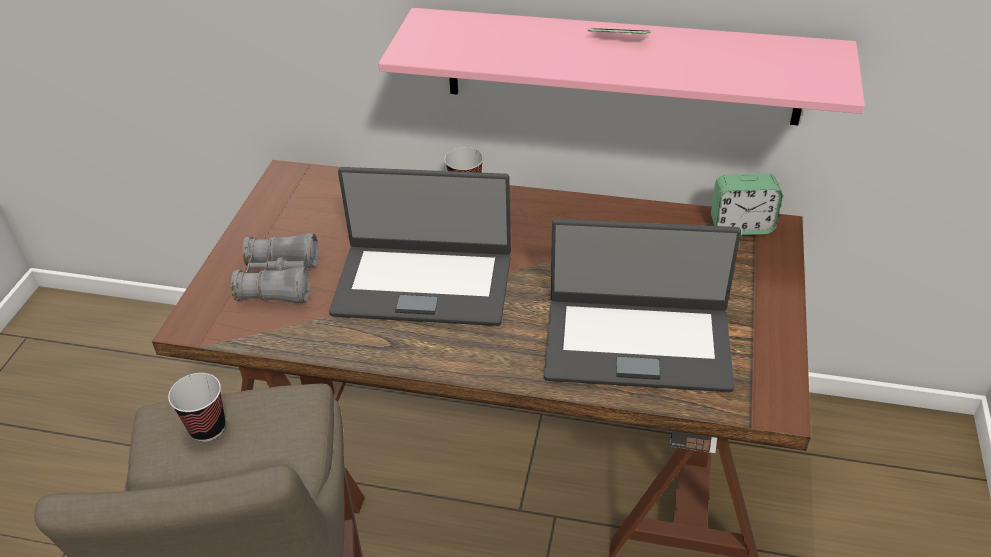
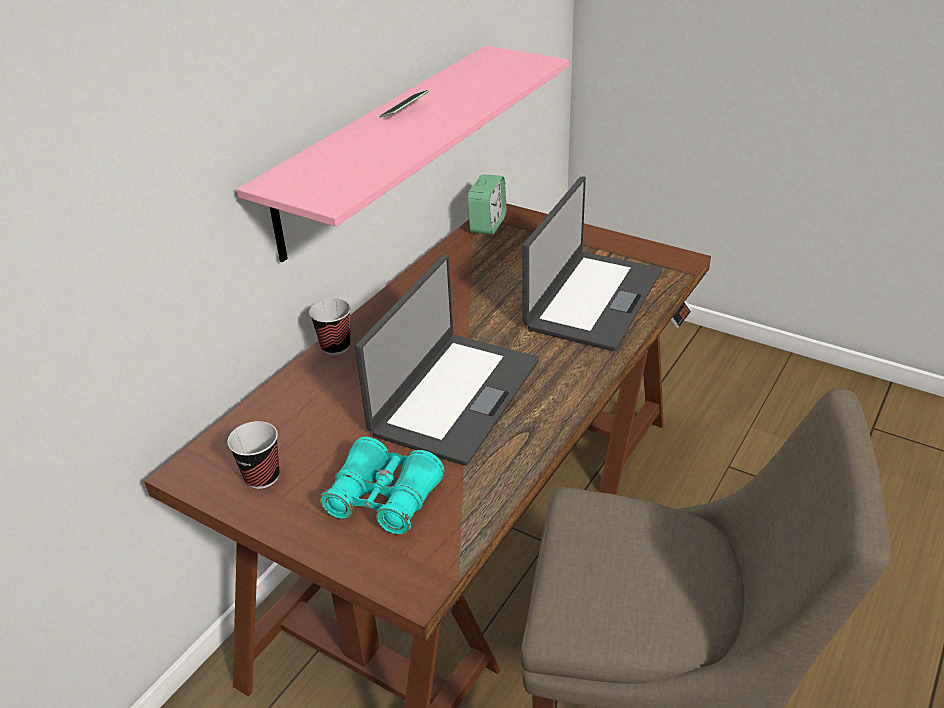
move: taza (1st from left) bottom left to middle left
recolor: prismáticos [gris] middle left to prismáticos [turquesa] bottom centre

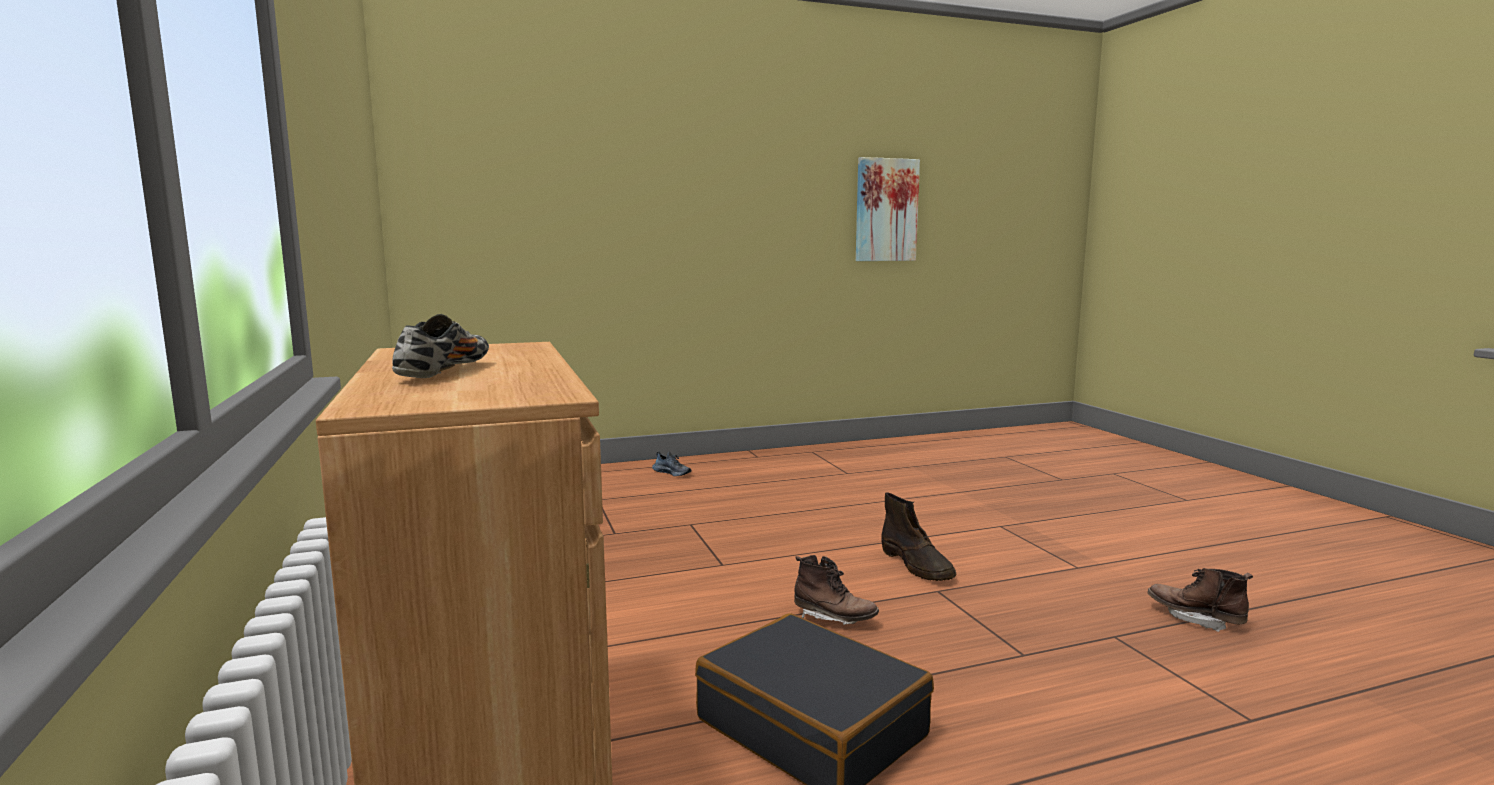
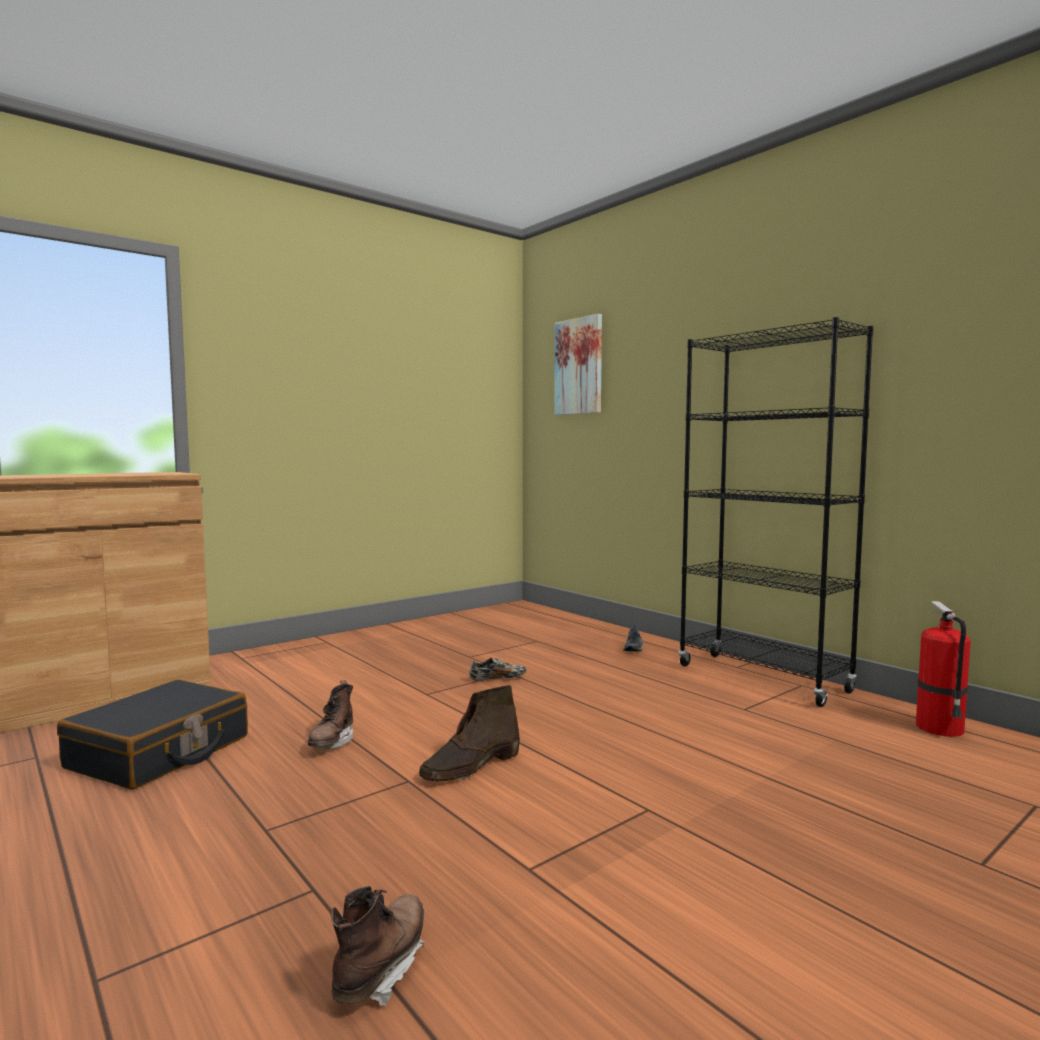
insert: estantería [negro] middle right; extintor middle right
move: zapato (1st from left) middle left to centre; cuadro top centre to centre

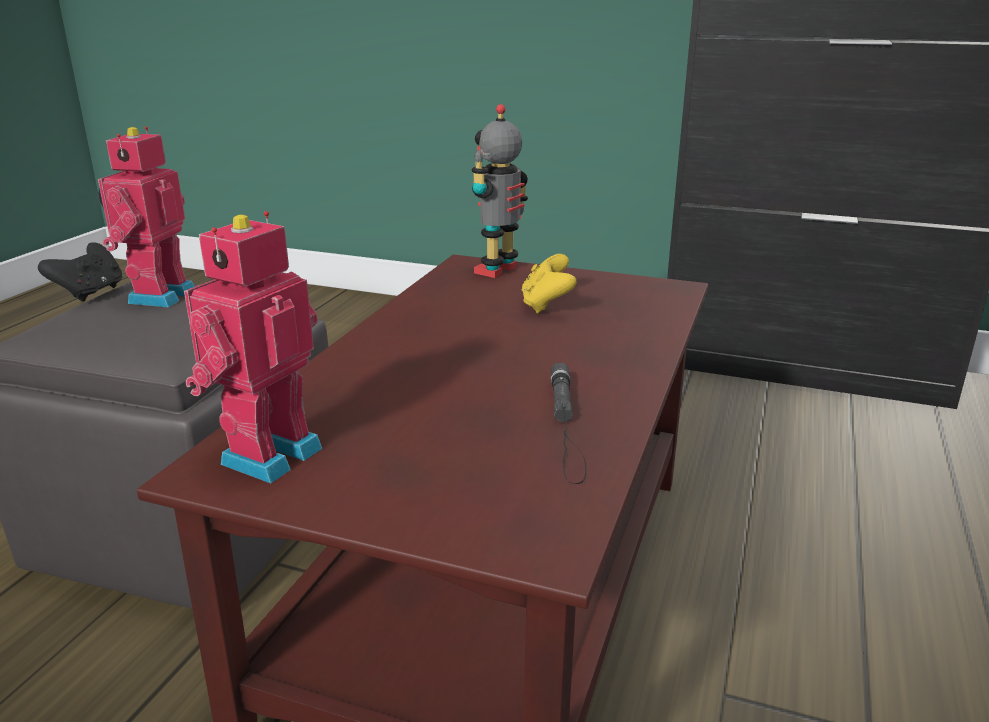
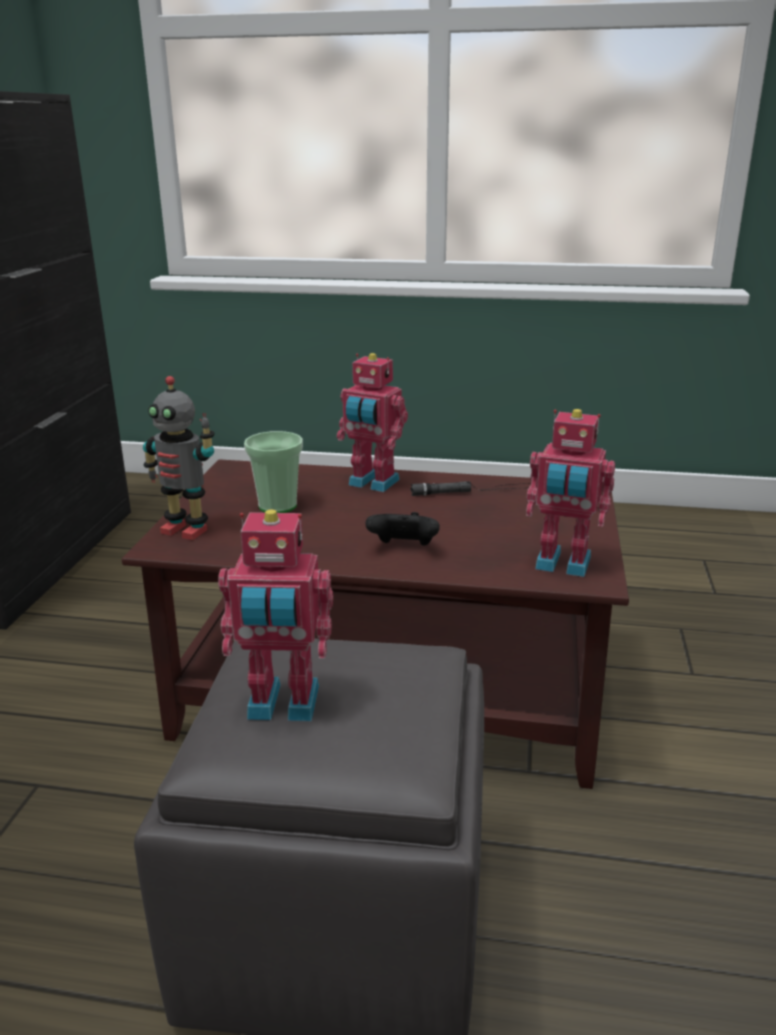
insert: robot de juguete (3rd from left) centre
move: mando de consola [negro] middle left to centre
replace: mando de consola [amarillo] centre to taza centre

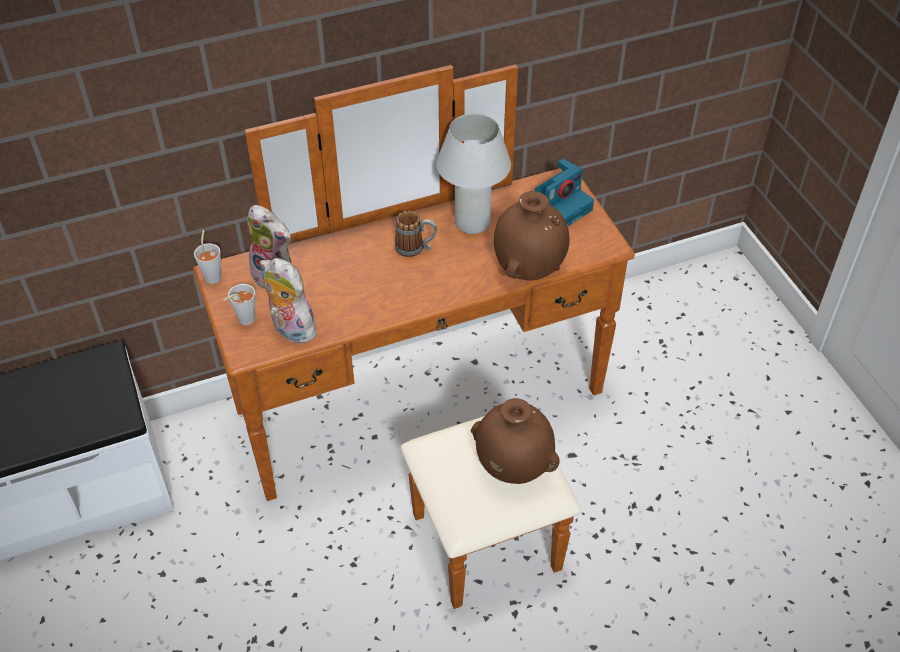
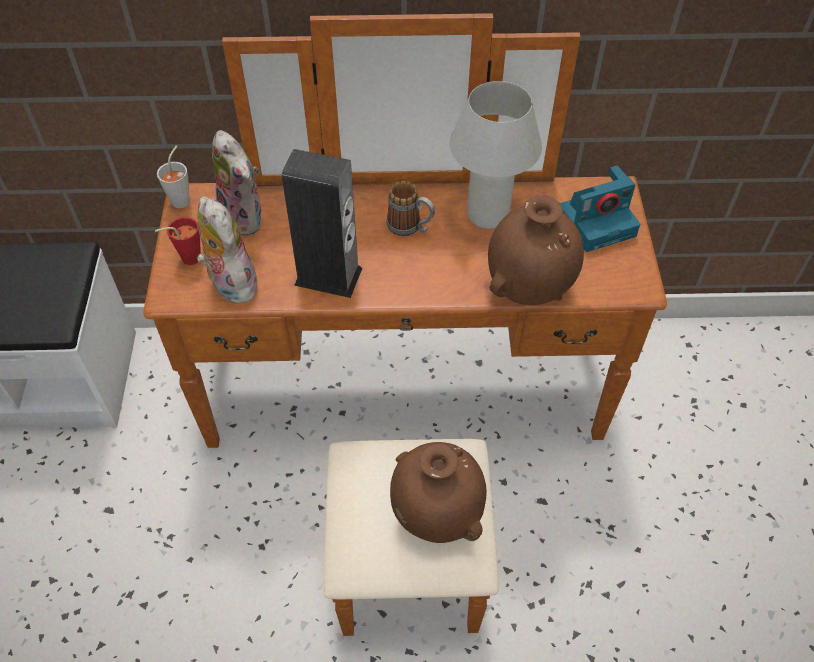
insert: altavoz centre
recolor: taza [gris] (2nd from left) middle left to taza [rojo] middle left

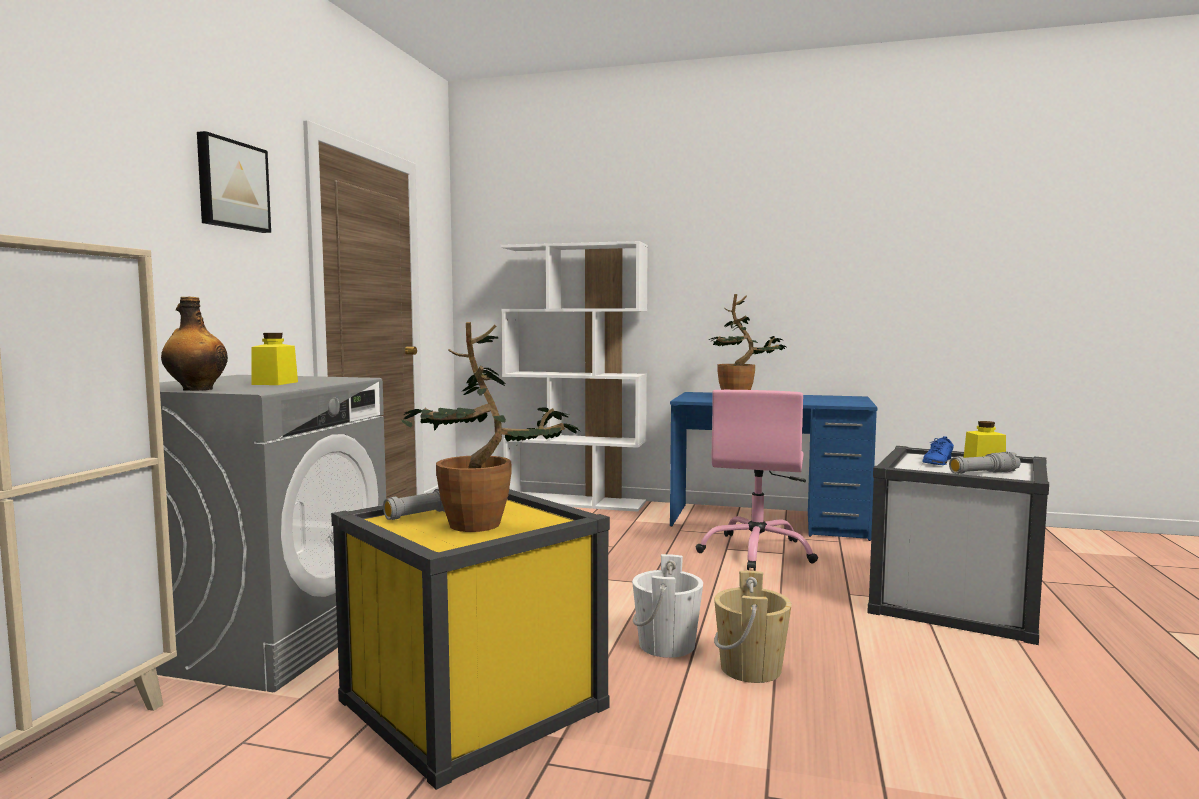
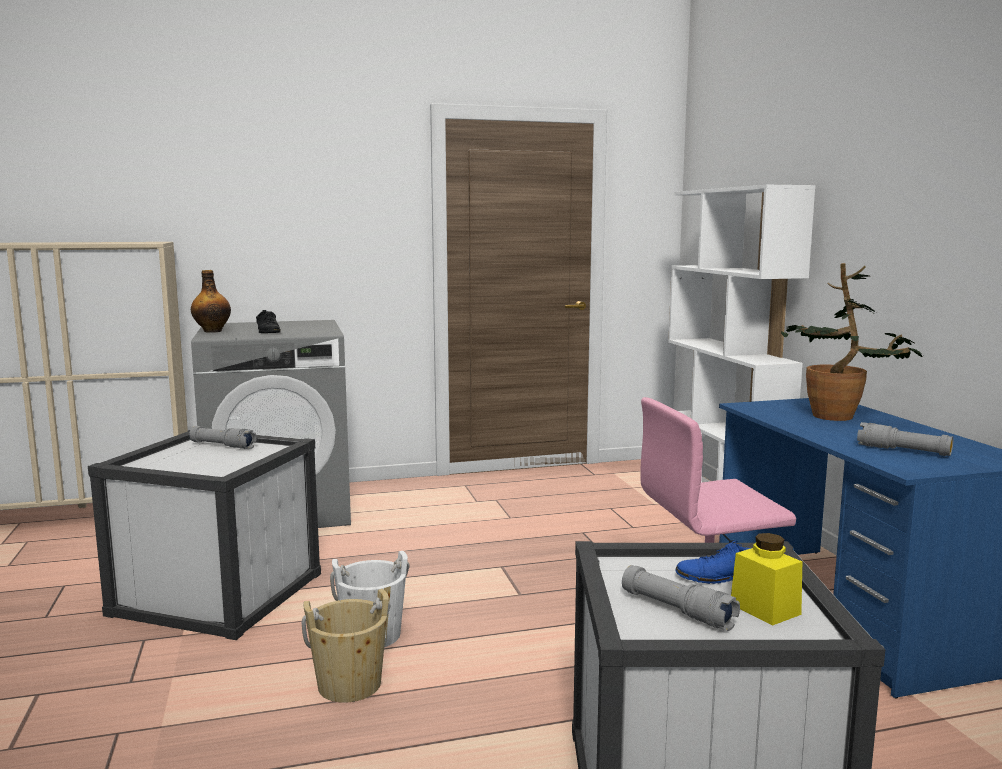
delete: cuadro top left; planta en maceta (1st from left) centre
insert: linterna [gris] (3rd from left) middle right
replace: tarro [amarillo] (1st from left) middle left to zapato [negro] middle left
recolor: caja de almacenaje [amarillo] bottom centre to caja de almacenaje [blanco] (1st from left) bottom left

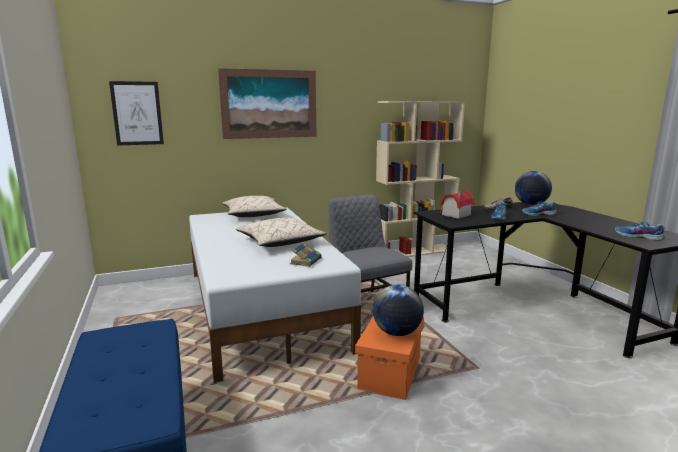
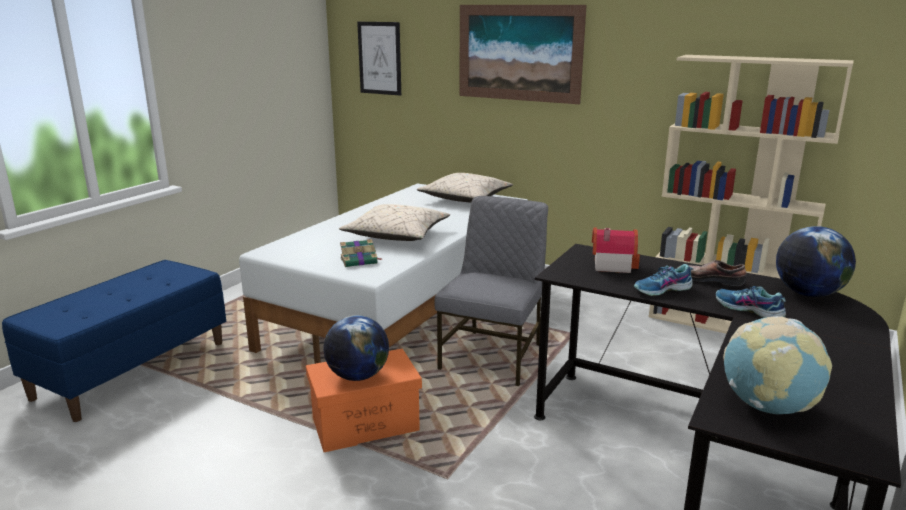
replace: zapato (4th from left) middle right to globo terráqueo (2nd from left) bottom right

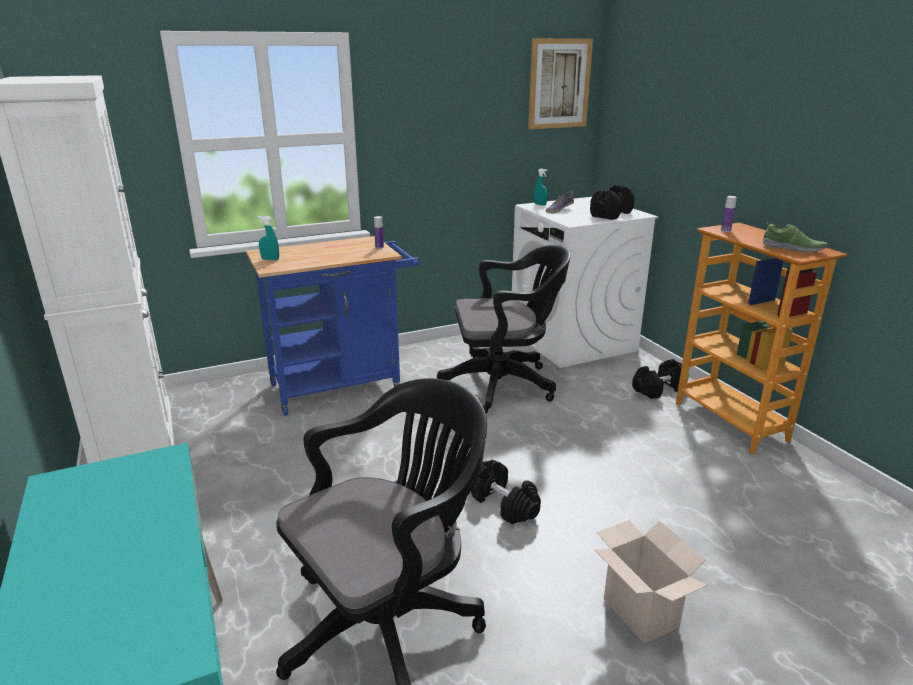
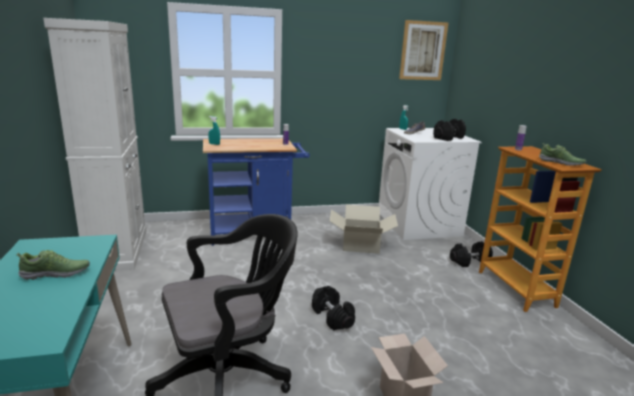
insert: zapato (1st from left) bottom left
replace: silla de oficina [negro] (2nd from left) centre to caja de cartón (1st from left) centre

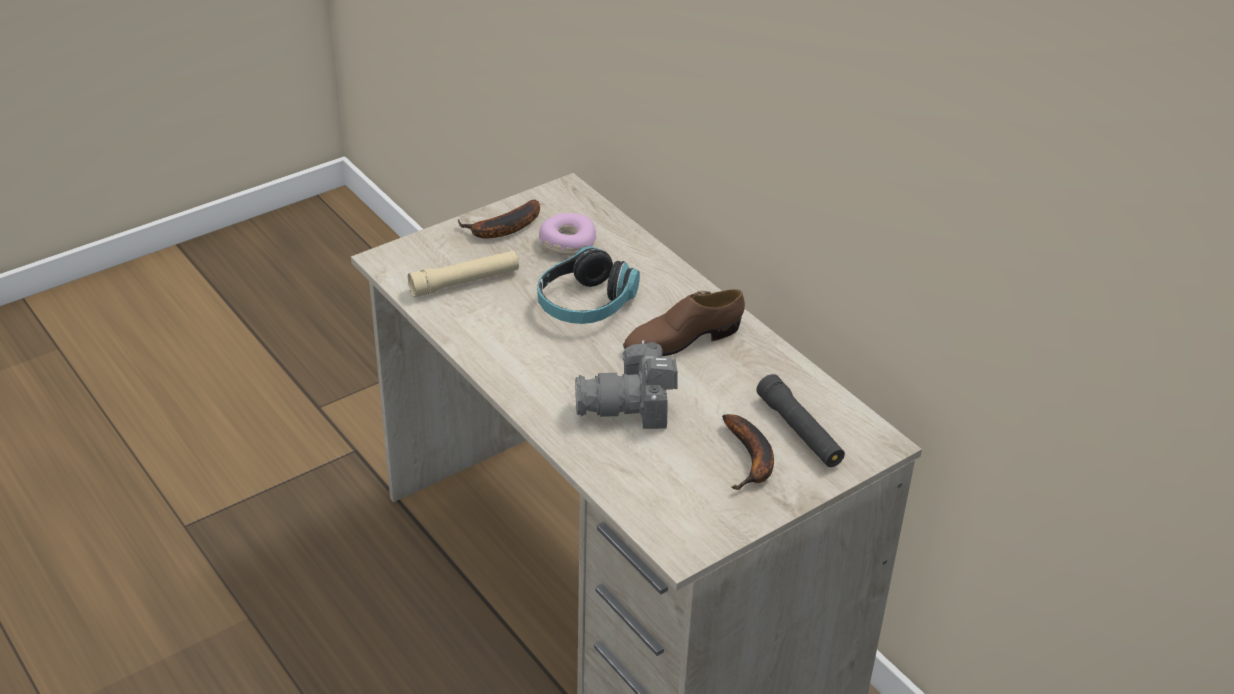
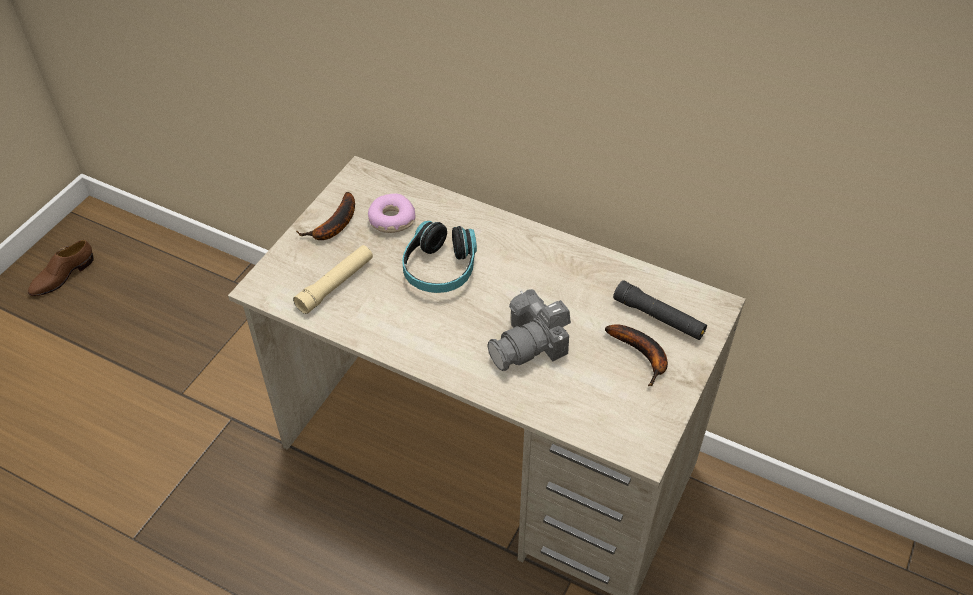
move: zapato [marrón] centre to middle left

